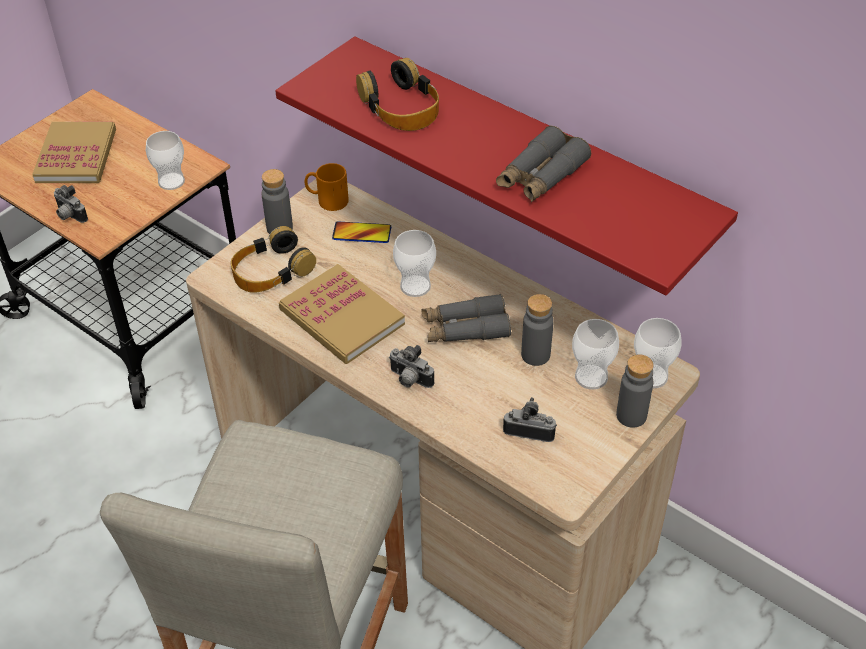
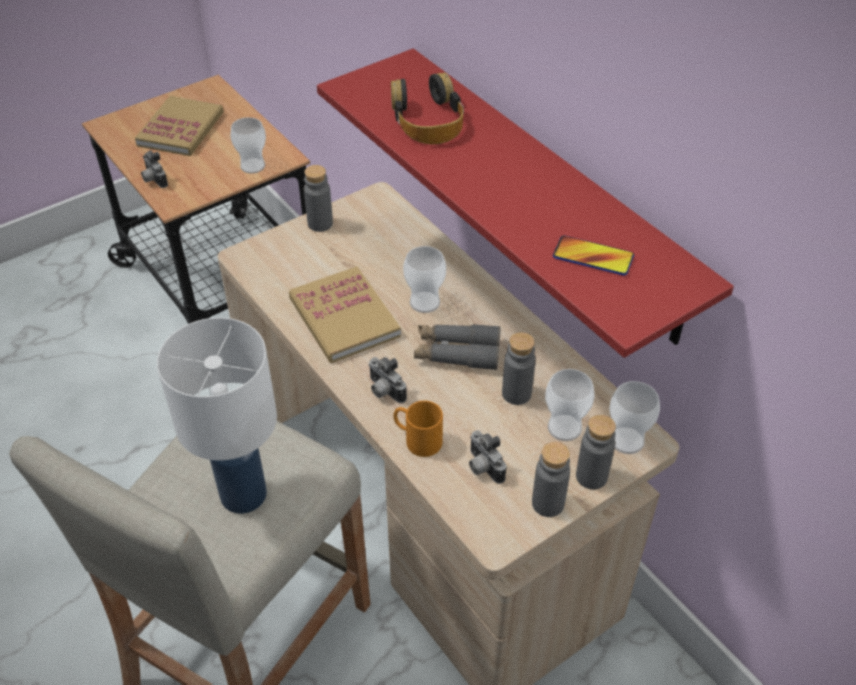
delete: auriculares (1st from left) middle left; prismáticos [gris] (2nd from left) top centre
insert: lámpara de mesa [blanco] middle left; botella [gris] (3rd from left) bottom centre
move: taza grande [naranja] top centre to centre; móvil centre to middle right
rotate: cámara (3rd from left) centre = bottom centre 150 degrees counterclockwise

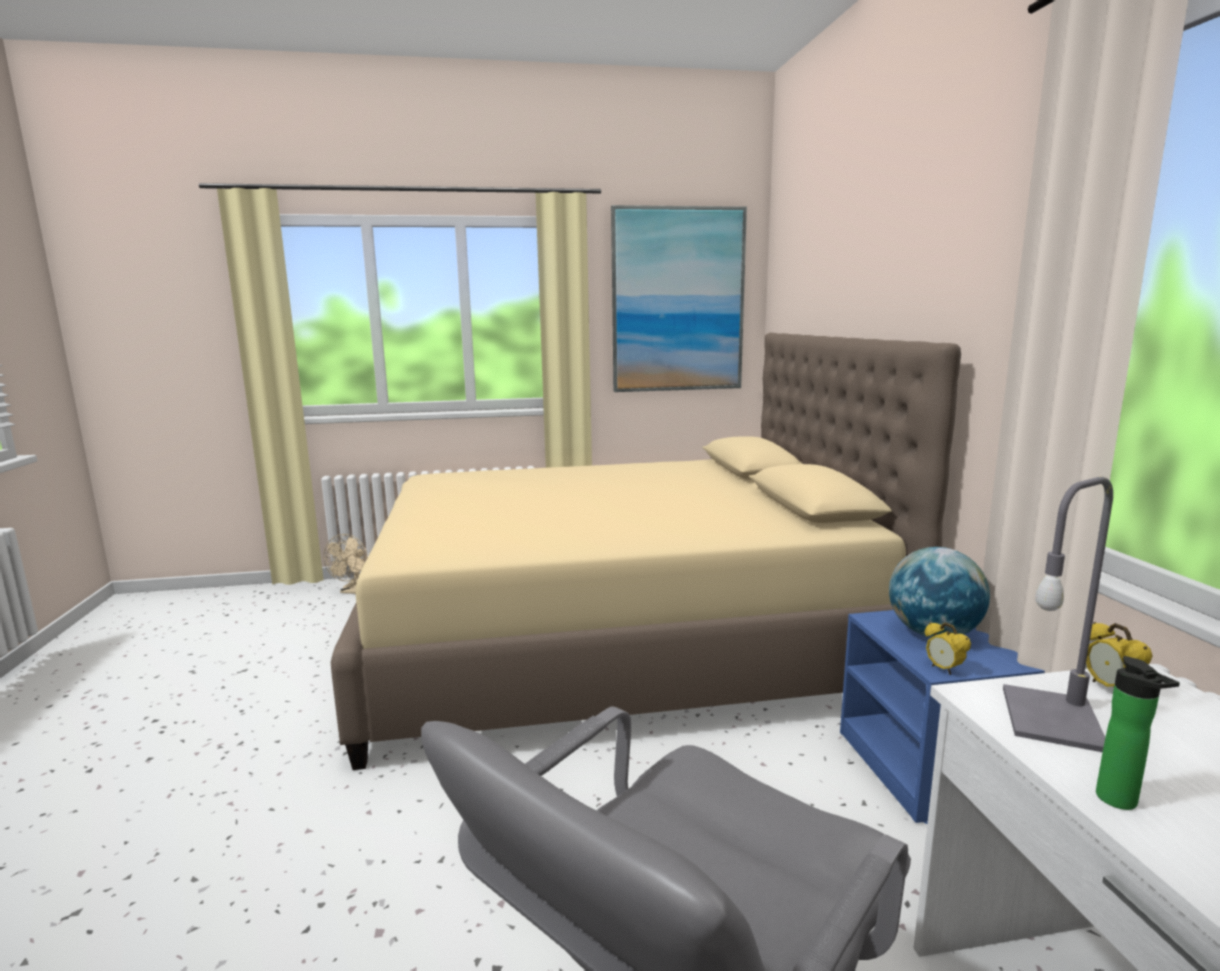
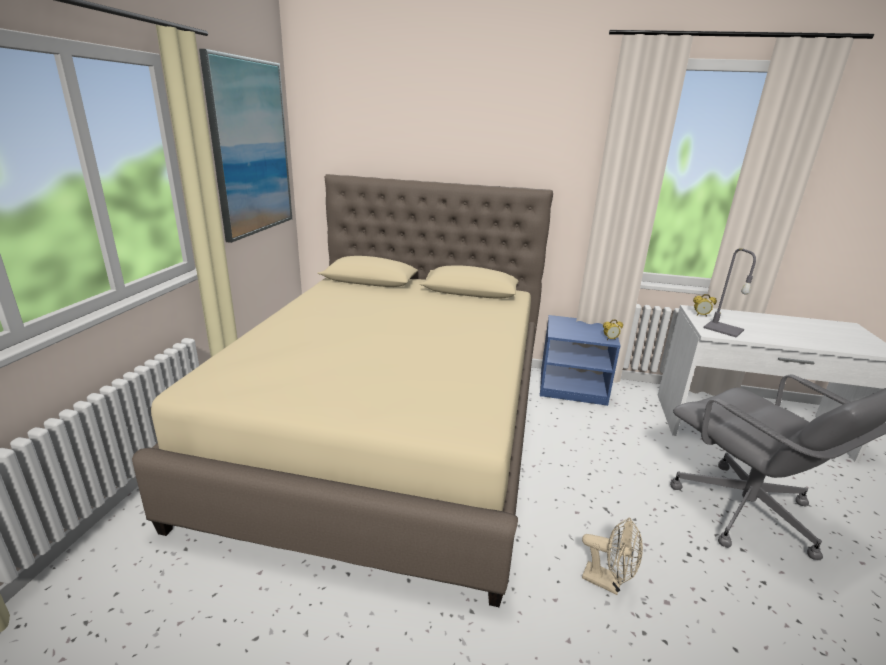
delete: globo terráqueo middle right; botella bottom right
move: ventilador [beis] middle left to bottom right

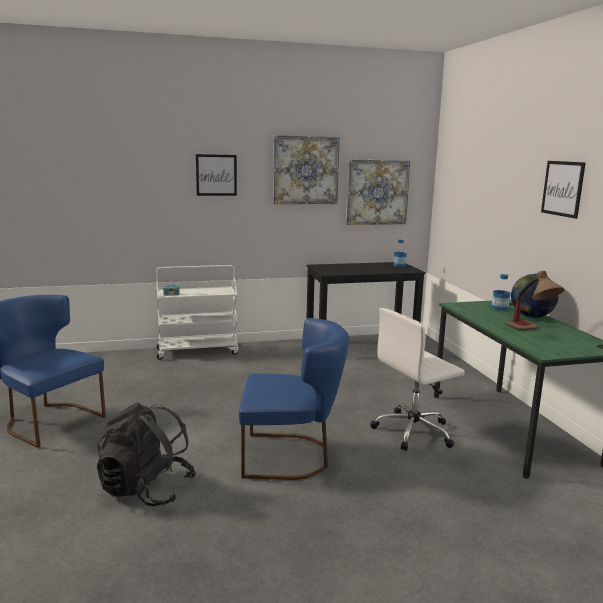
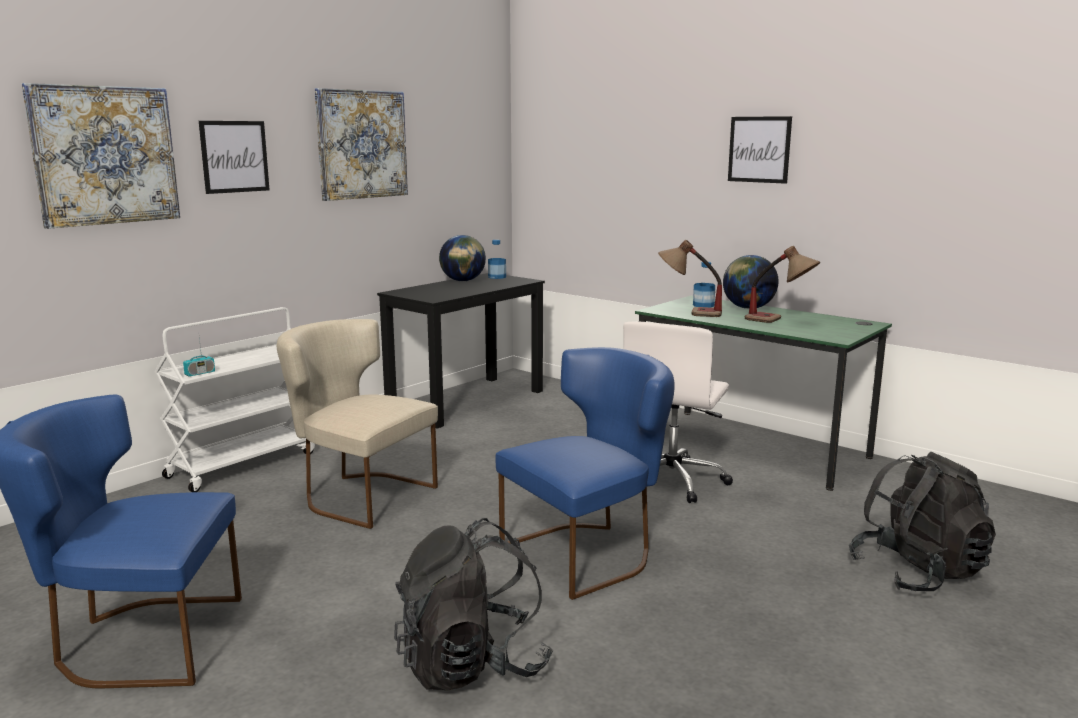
insert: silla [beis] middle left; globo terráqueo (1st from left) centre; lámpara de mesa (1st from left) centre; mochila [negro] (2nd from left) bottom right
move: cuadro (3rd from left in the first image) top centre to cuadro (1st from left) top left

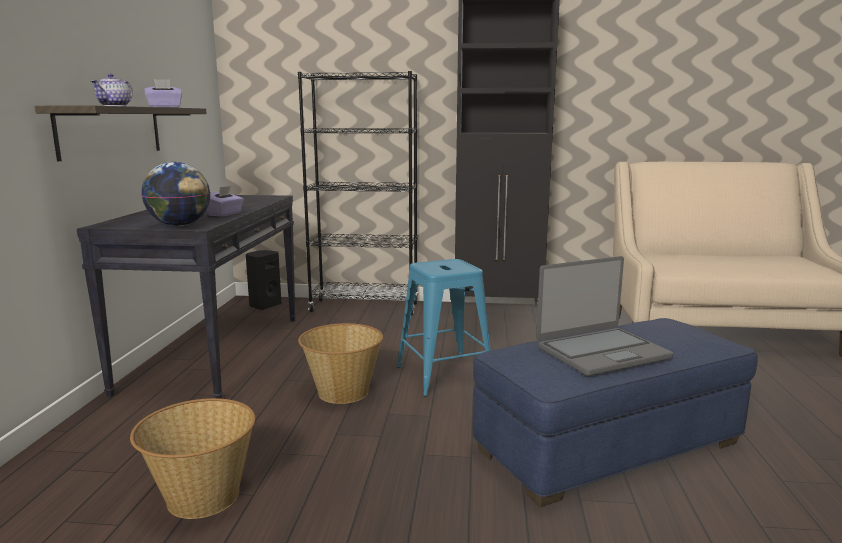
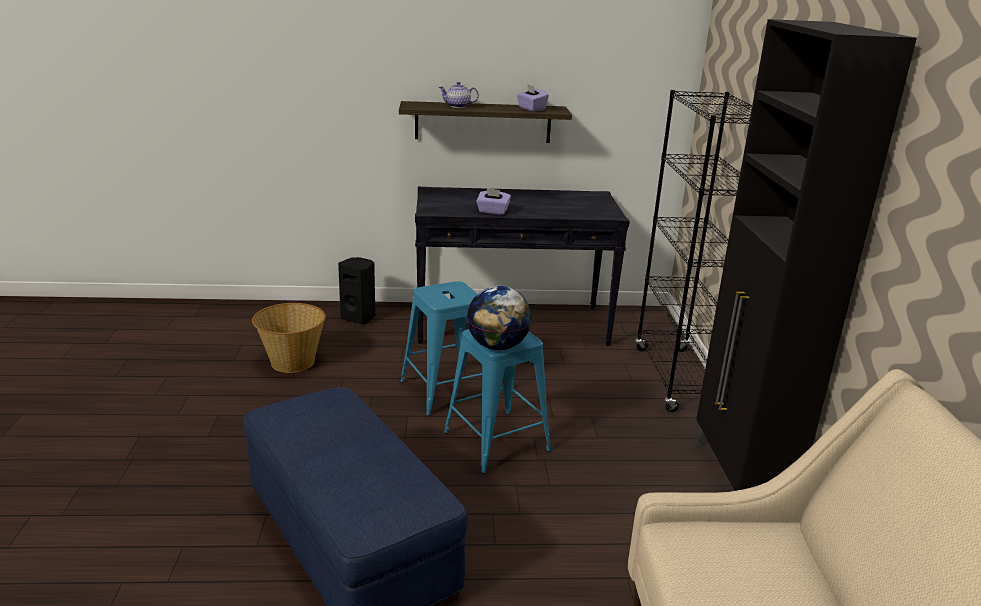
delete: portátil middle right
move: altavoz [negro] middle left to centre; globo terráqueo middle left to centre
replace: cesta (2nd from left) bottom centre to taburete [azul] (1st from left) centre

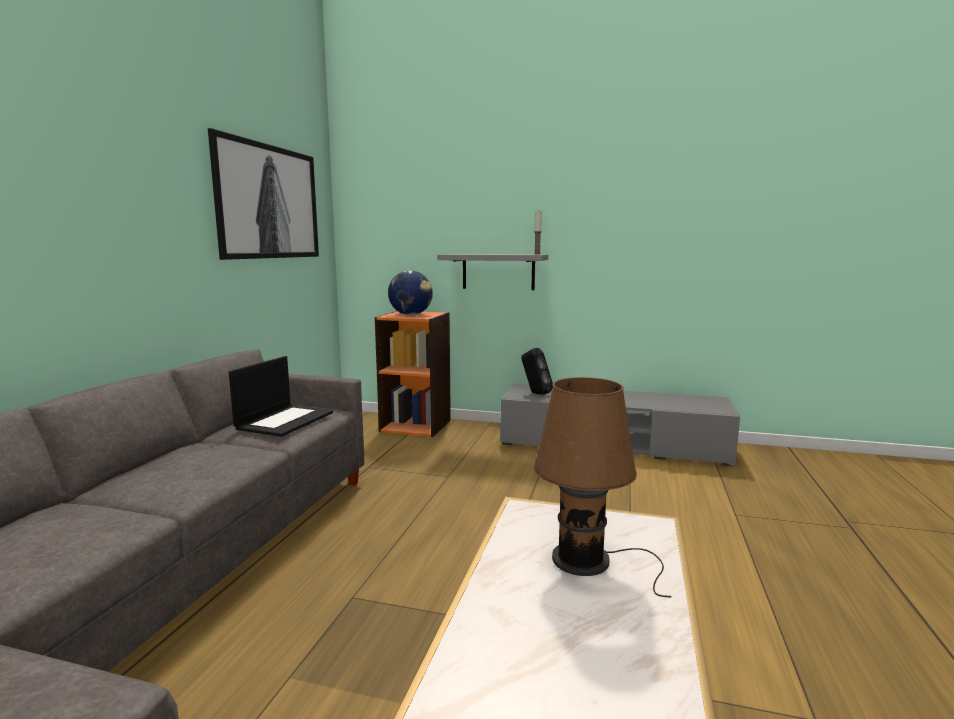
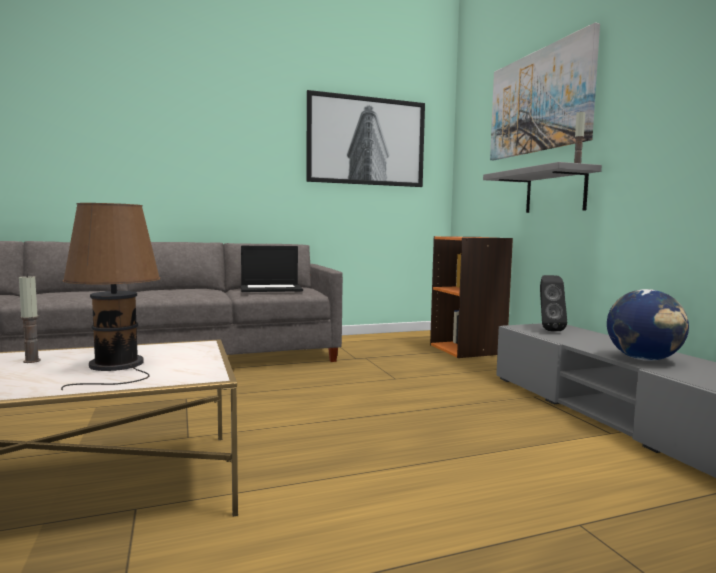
insert: vela (1st from left) middle left; cuadro (2nd from left) top right
move: globo terráqueo centre to middle right

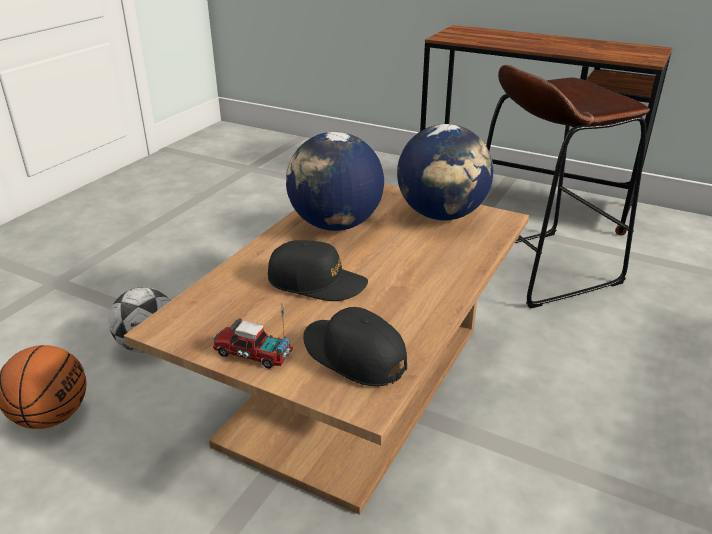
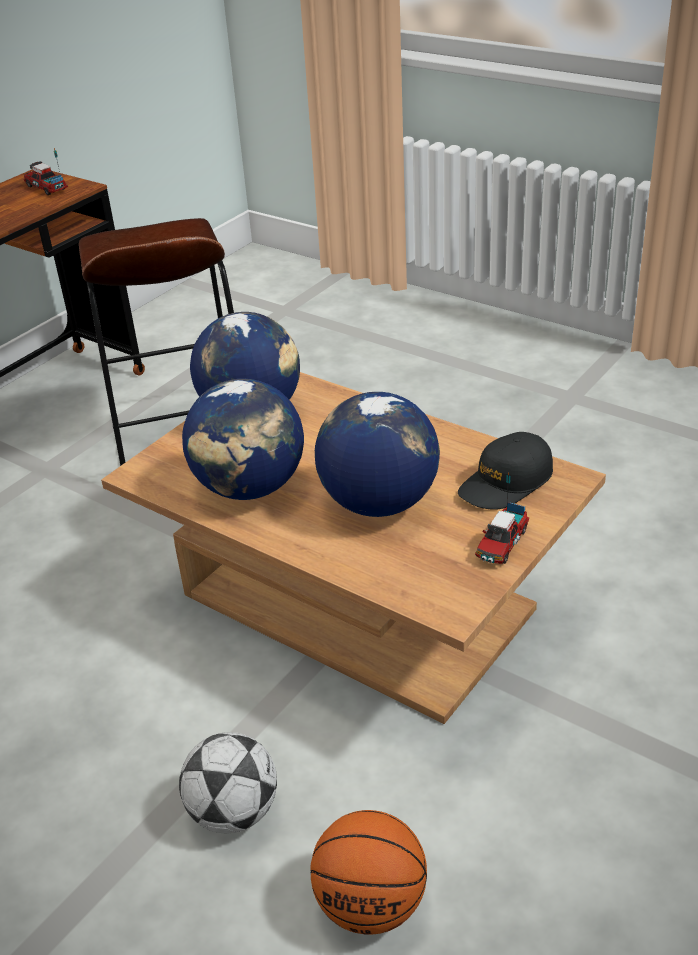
insert: camión de juguete (1st from left) top left
replace: gorra [negro] (1st from left) centre to globo terráqueo (3rd from left) centre

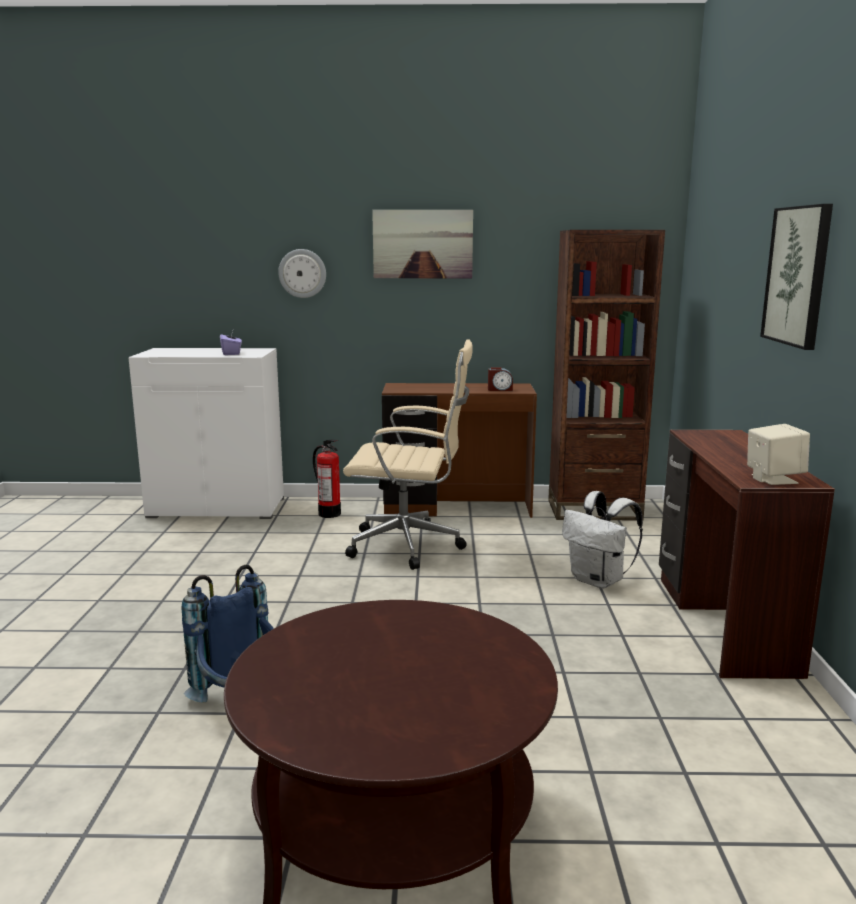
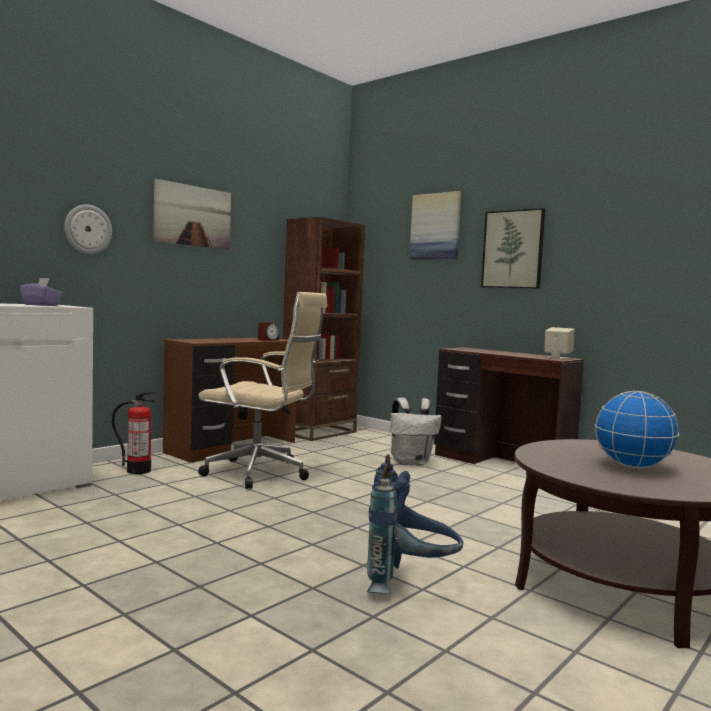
insert: cuadro (2nd from left) top centre; globo terráqueo middle right
rotate: silla de oficina [beis] centre = centre 60 degrees clockwise

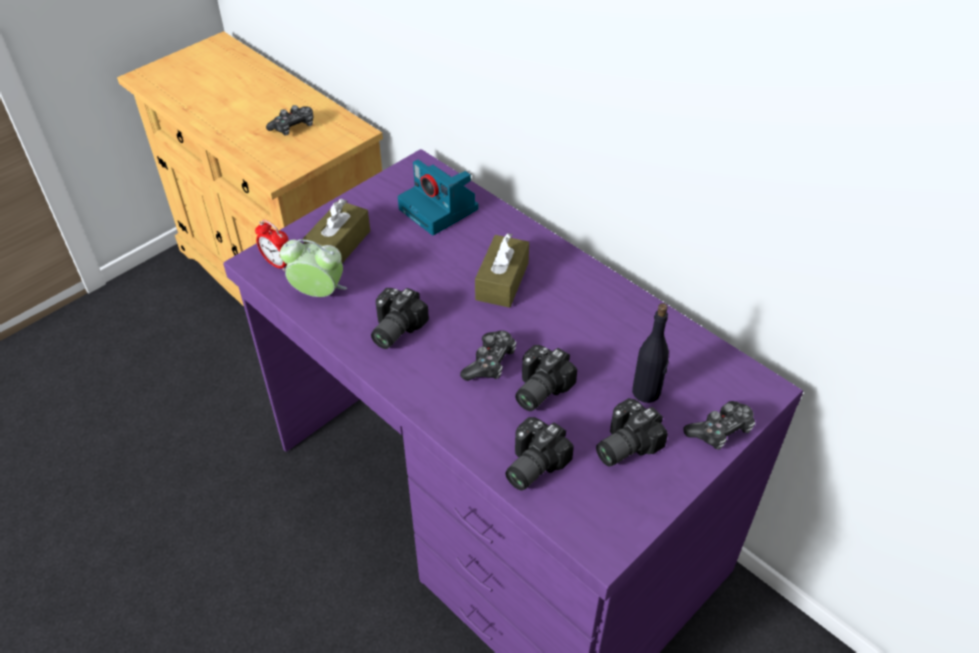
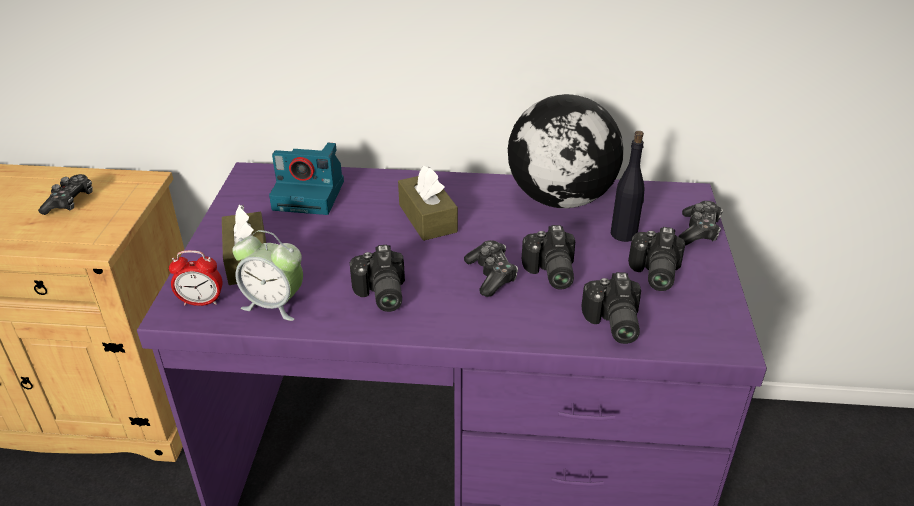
insert: globo terráqueo top centre
rotate: despertador (2nd from left) middle left = middle left 135 degrees counterclockwise

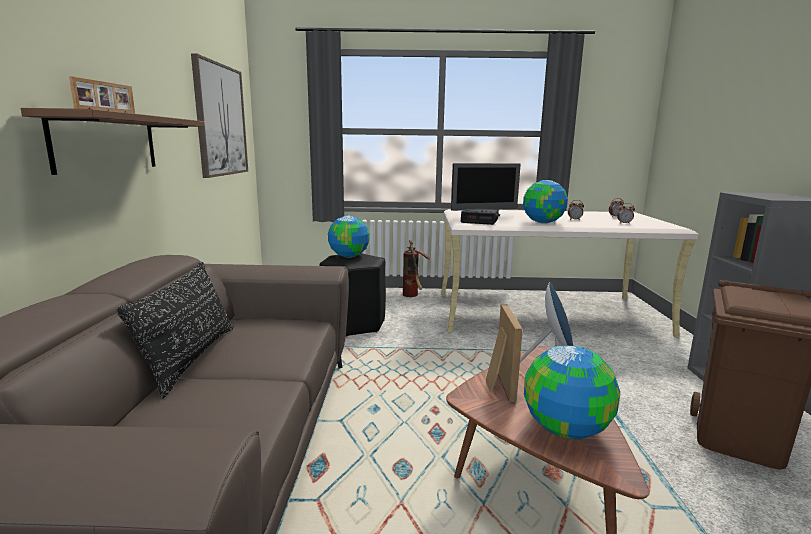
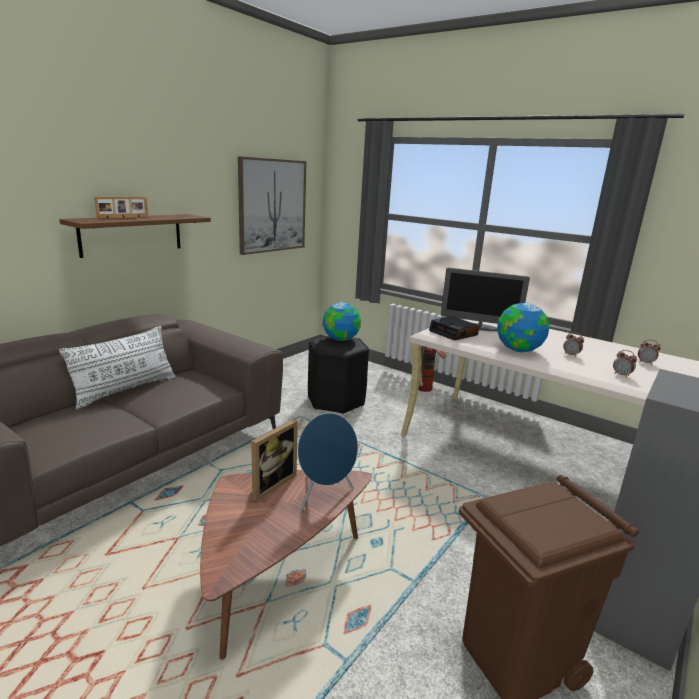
delete: globo terráqueo (3rd from left) bottom right
recolor: cojín [negro] middle left to cojín [blanco] middle left

